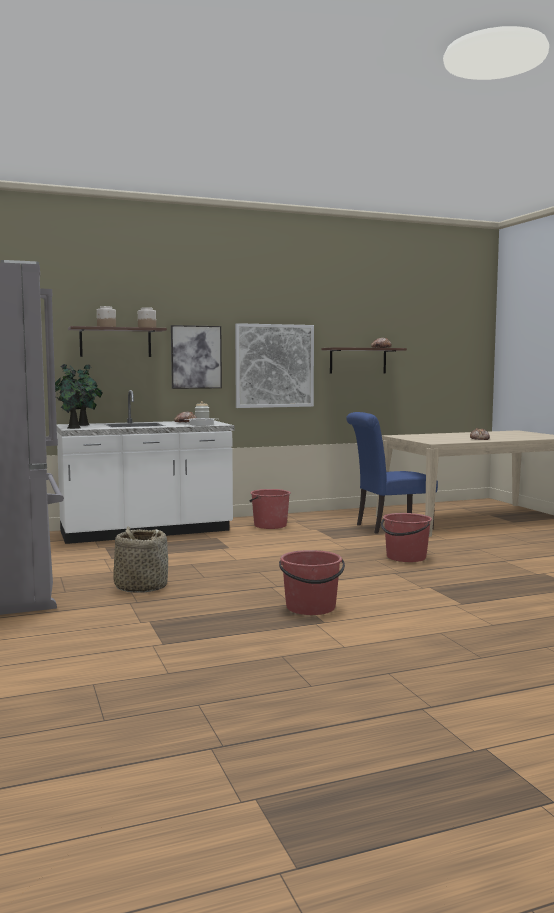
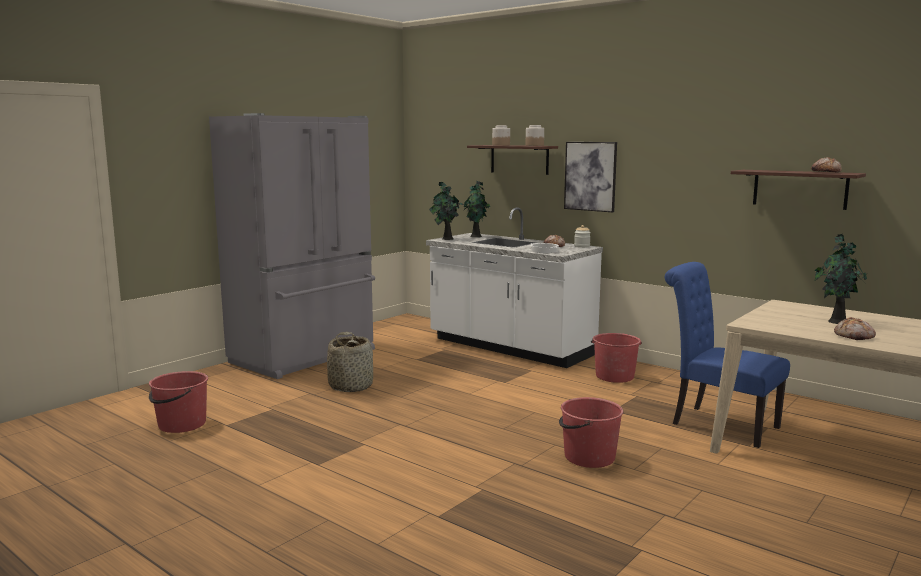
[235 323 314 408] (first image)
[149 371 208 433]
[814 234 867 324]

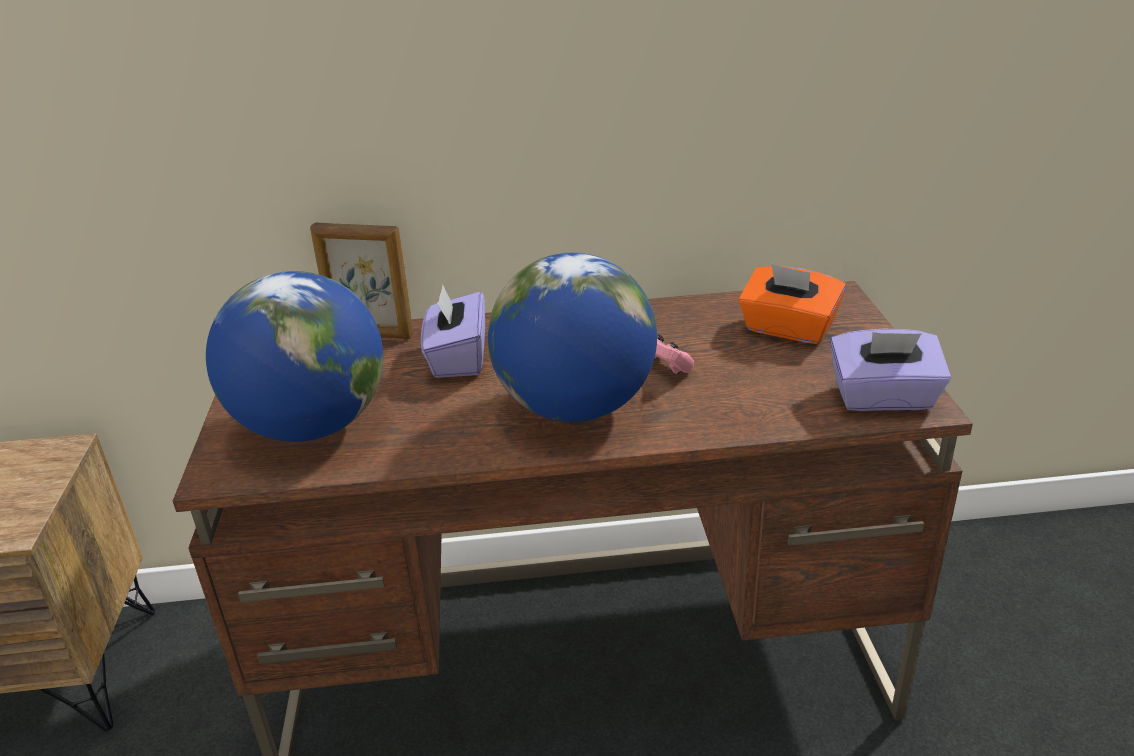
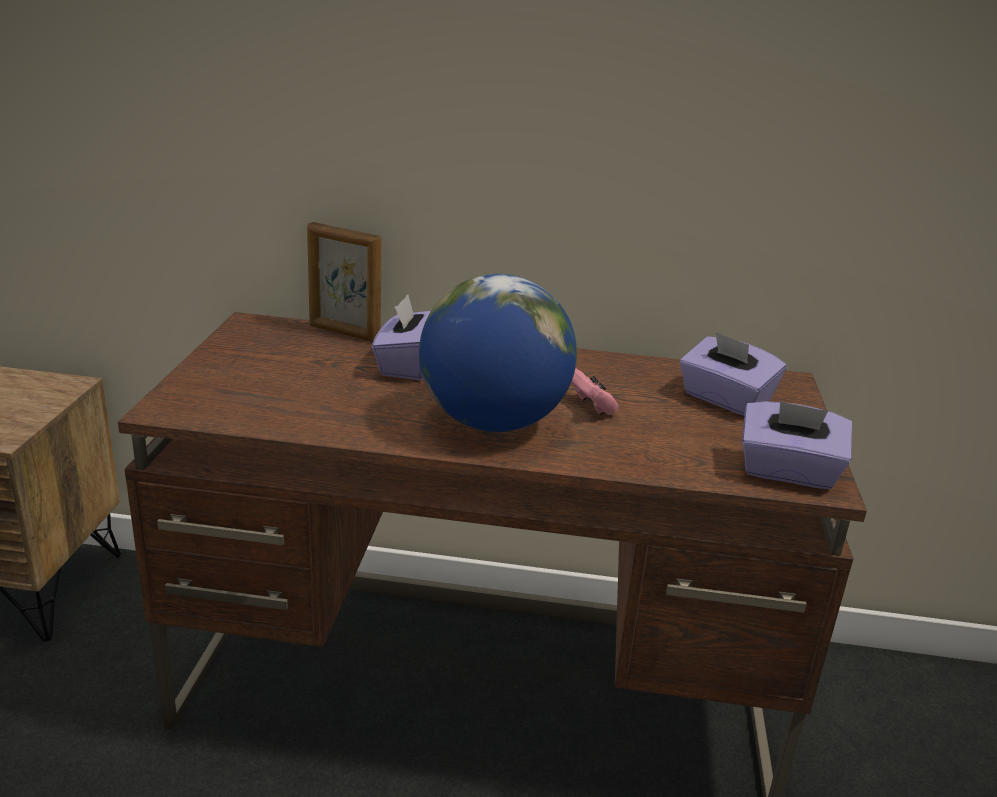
[680 331 786 416]
[206 271 383 442] (first image)

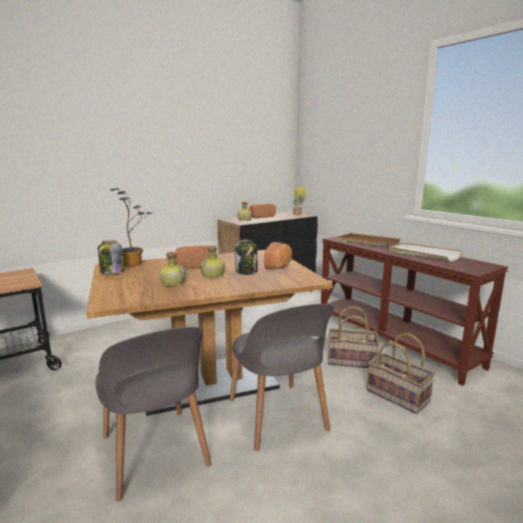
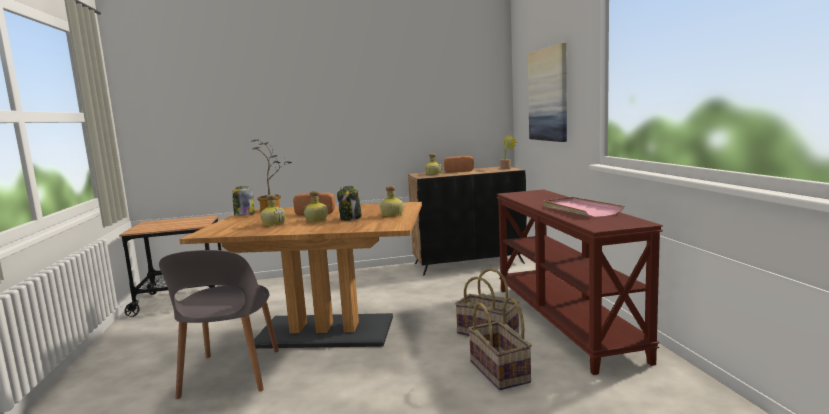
[338 233 400 248] (first image)
[380 186 404 217]
[544 197 624 217]
[229 304 334 451] (first image)
[528 43 567 142]

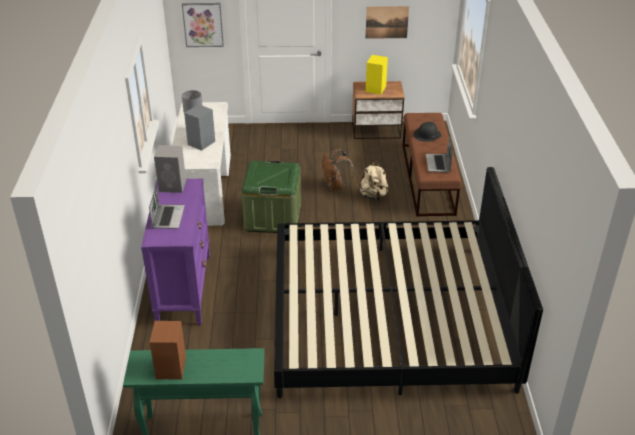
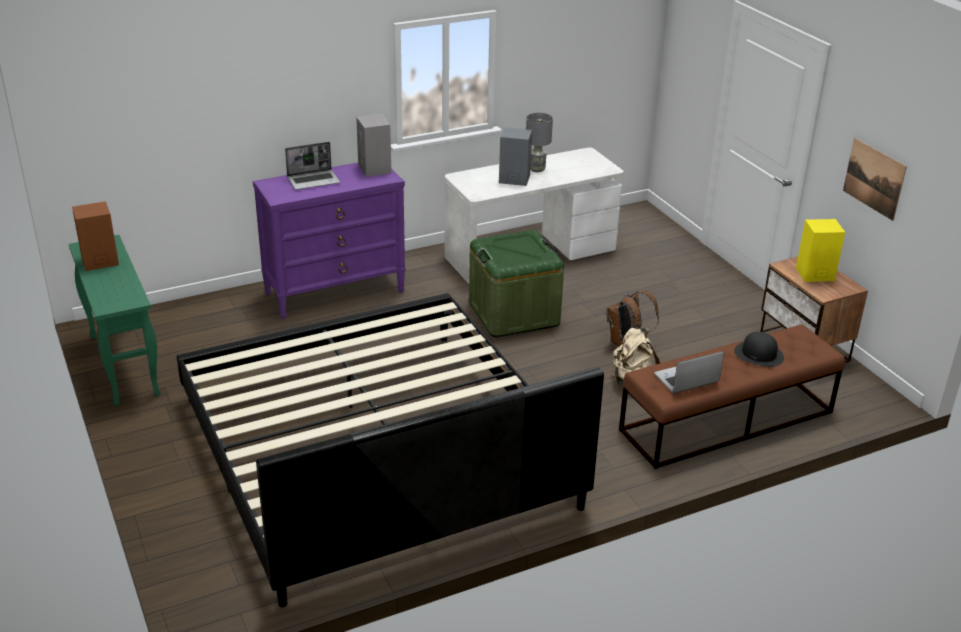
[182 3 224 47] (first image)

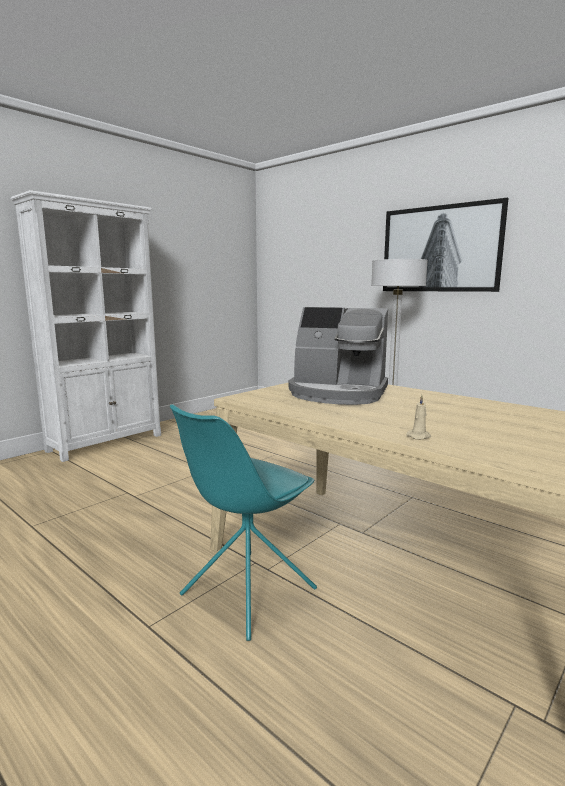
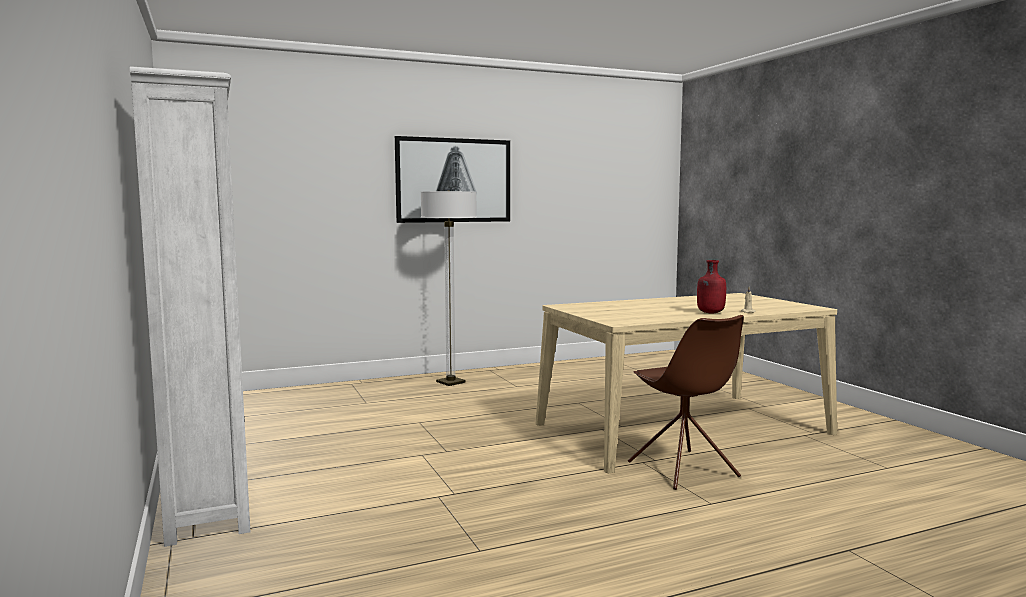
[289 307 388 405] (first image)
[628 315 744 490]
[697 260 726 313]

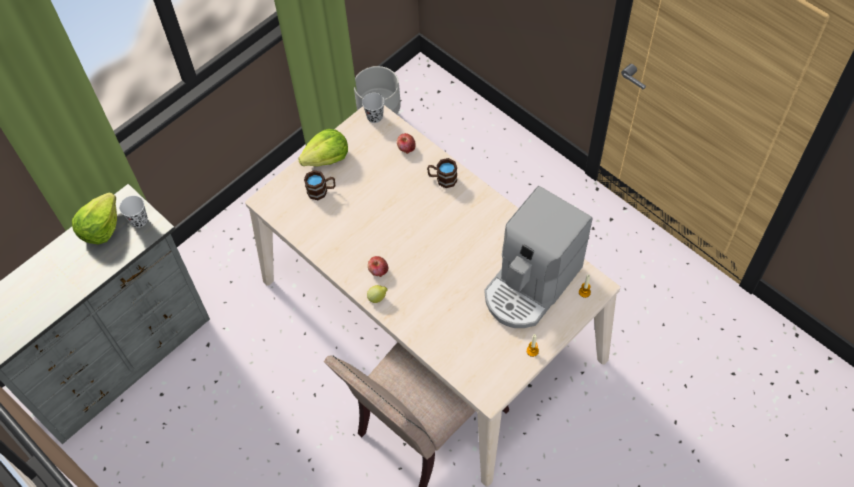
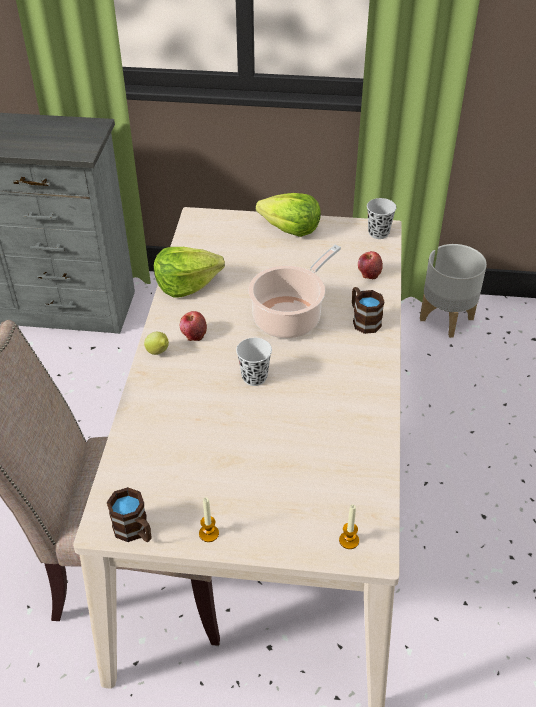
[107 487 152 542]
[484 186 592 328] (first image)
[154 247 225 298]
[236 338 272 386]
[248 244 341 339]

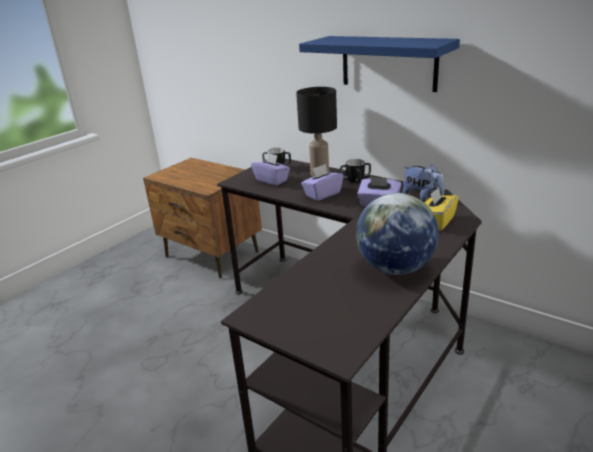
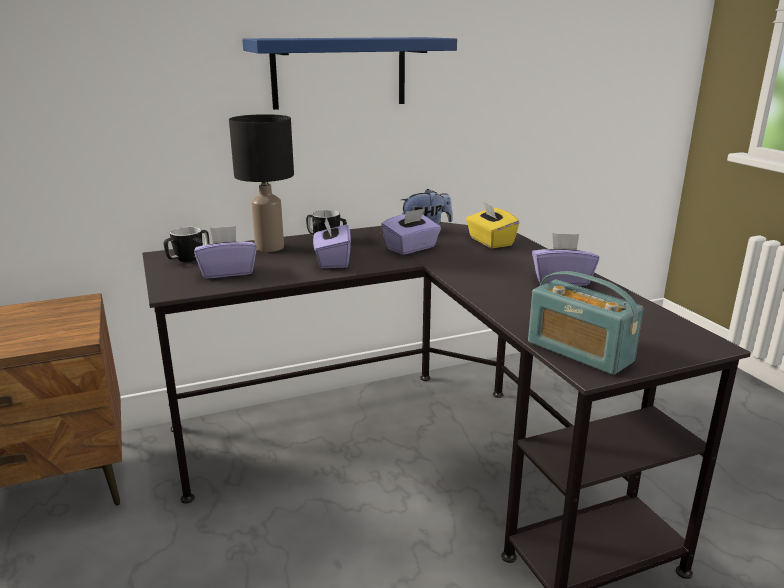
[532 233 599 286]
[528 271 644 375]

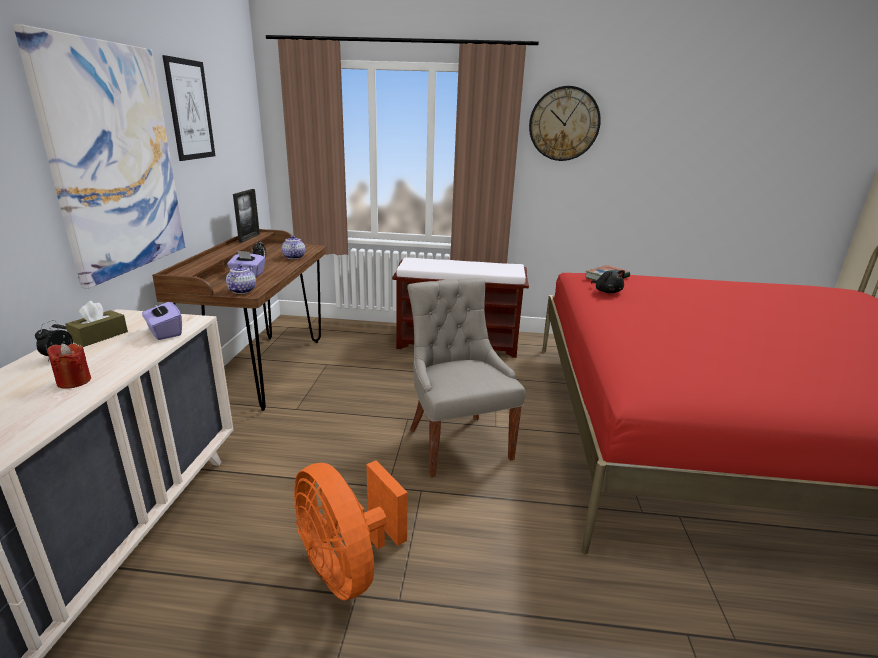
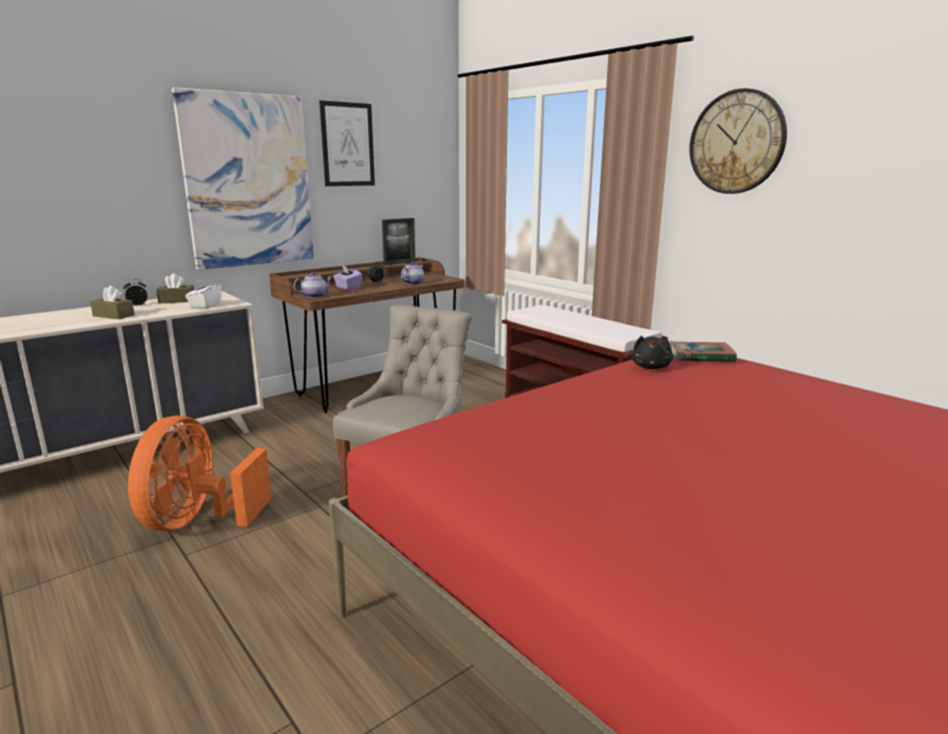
[185 278 221 309]
[90 286 135 319]

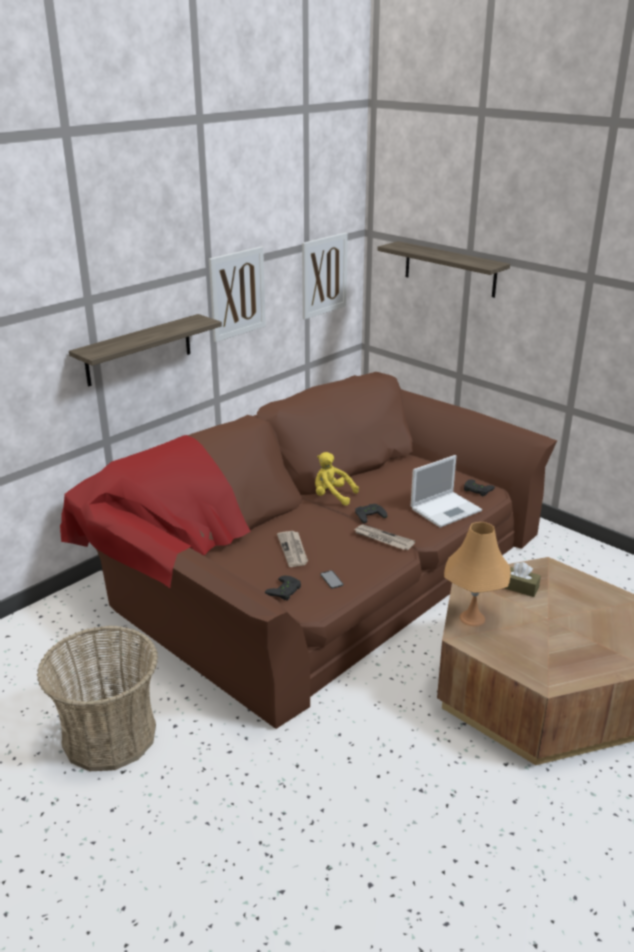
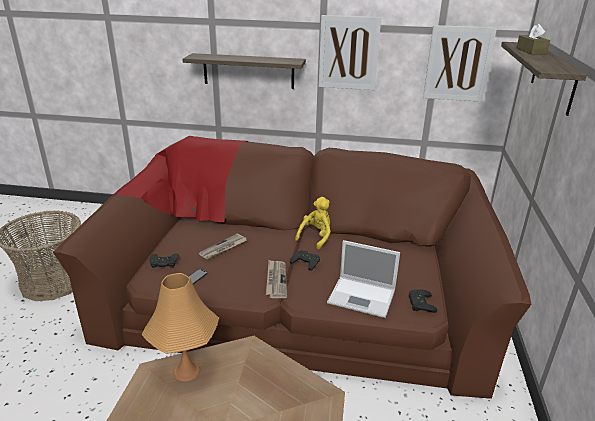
[295 197 331 250]
[516 24 550 54]

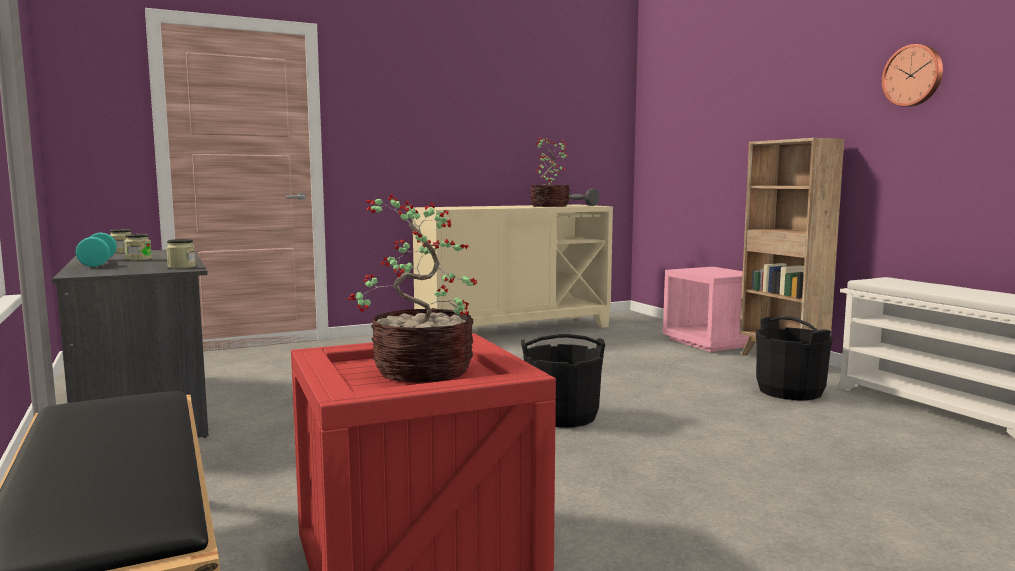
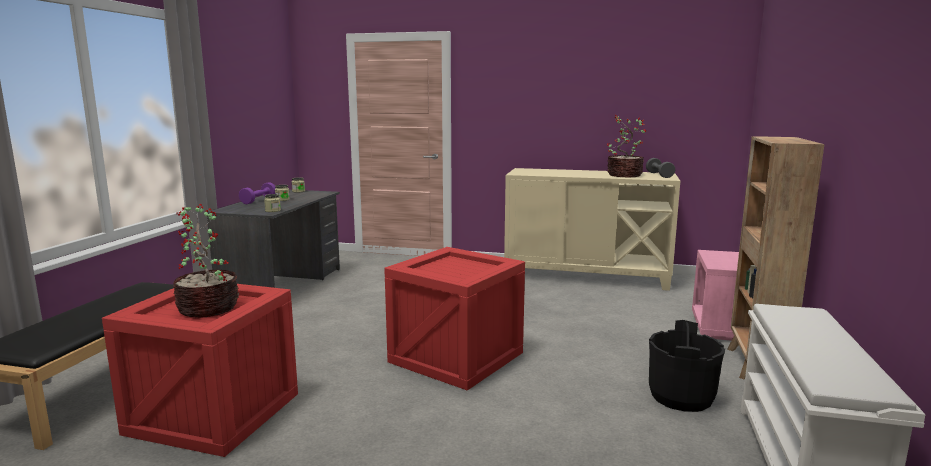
[882 44 943 107] (first image)
[239 182 276 204]
[384 247 525 390]

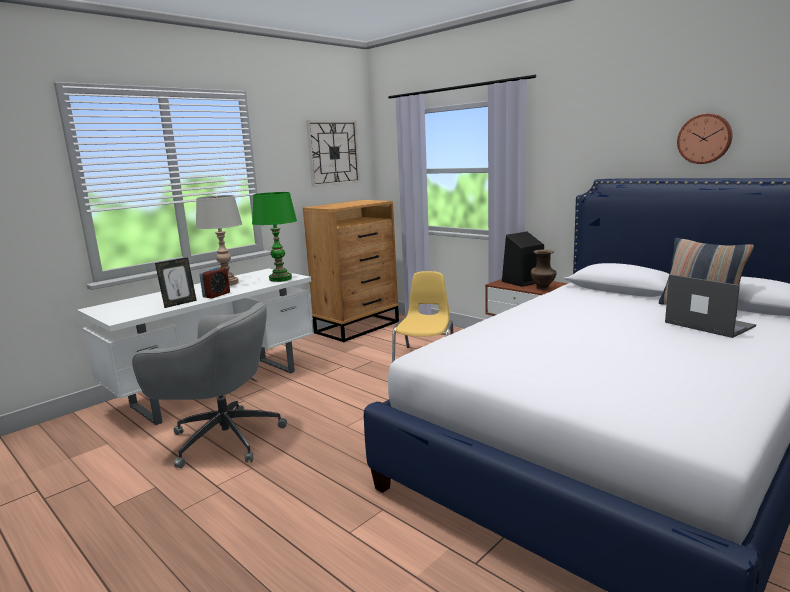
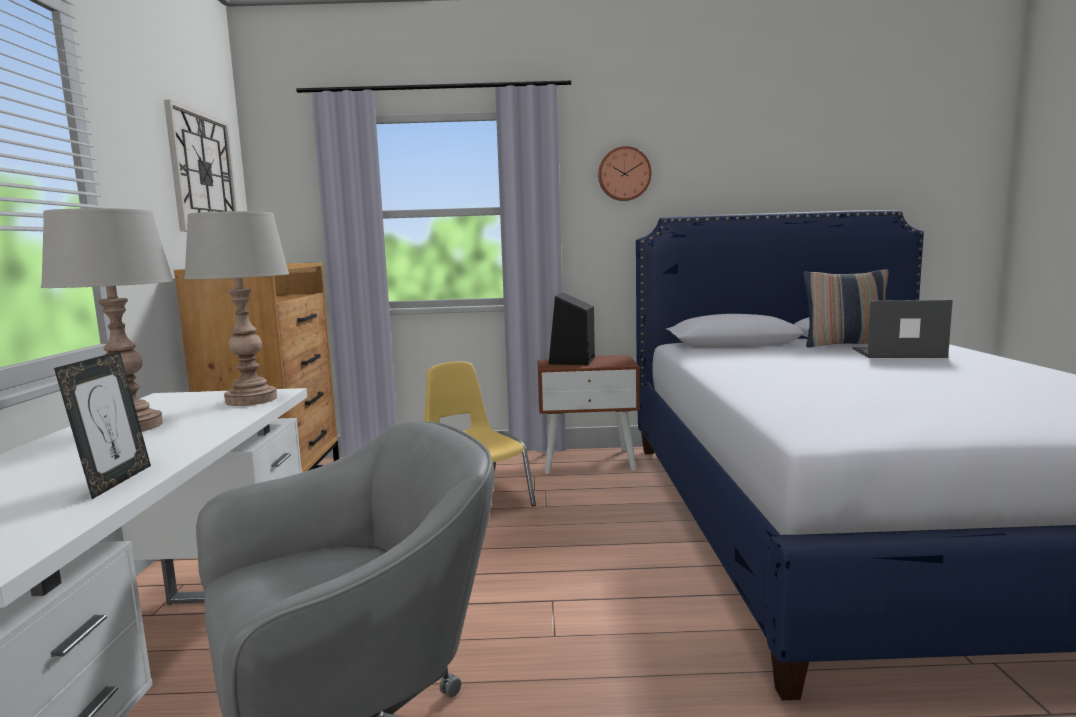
[598 146 652 201]
[184 211 289 406]
[531 249 557 290] (first image)
[199 267 230 298] (first image)

